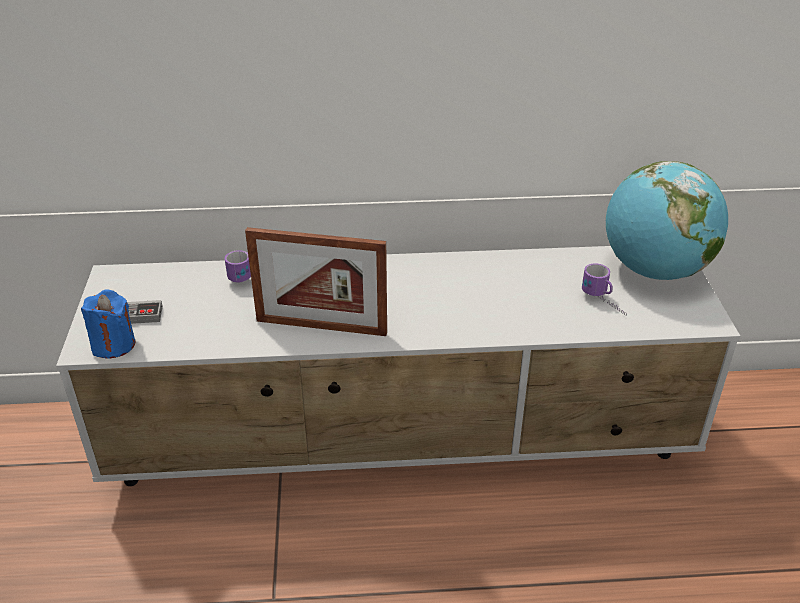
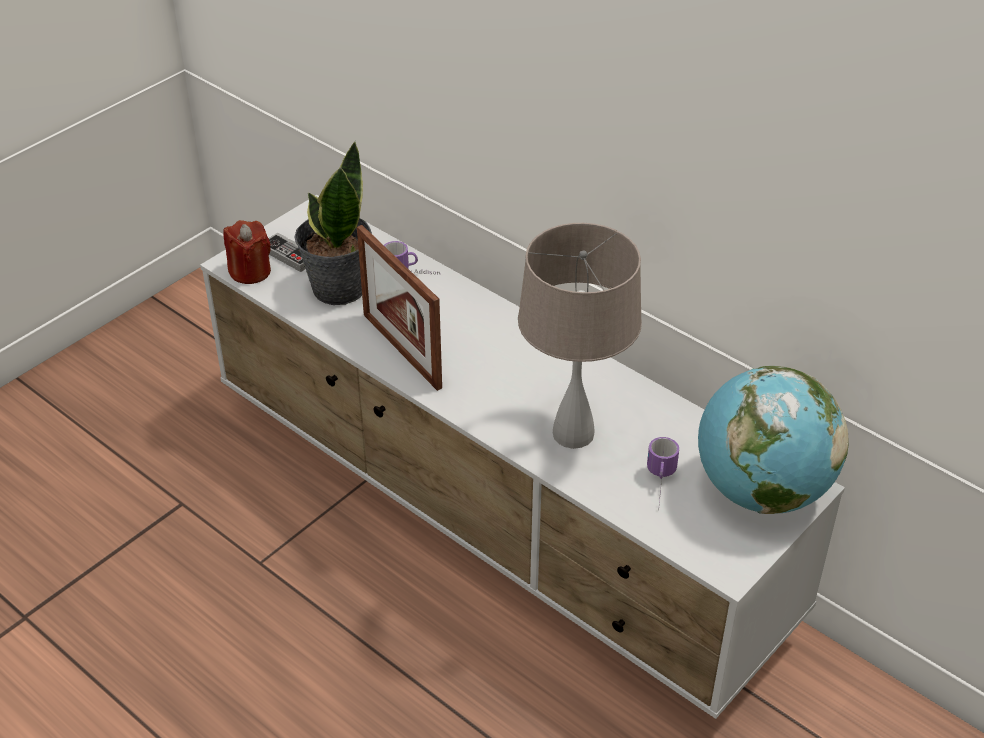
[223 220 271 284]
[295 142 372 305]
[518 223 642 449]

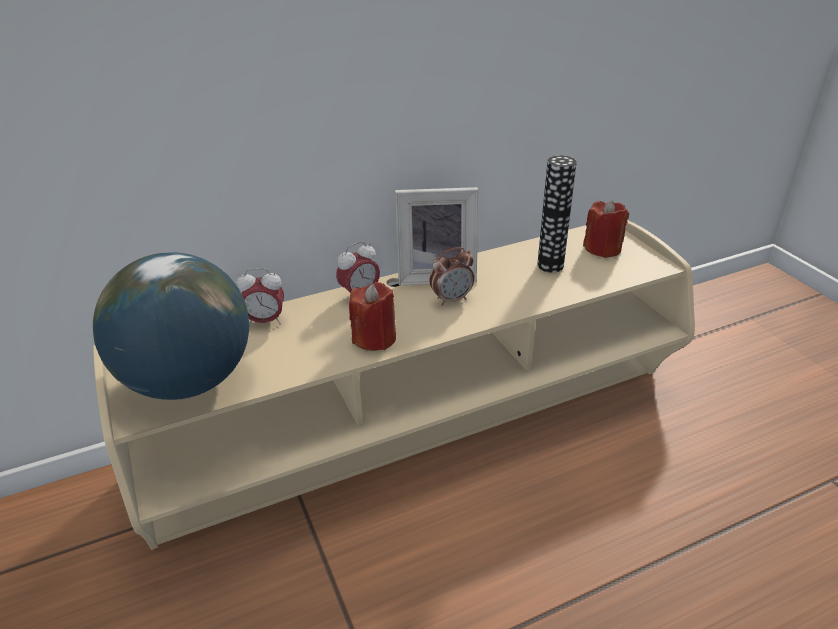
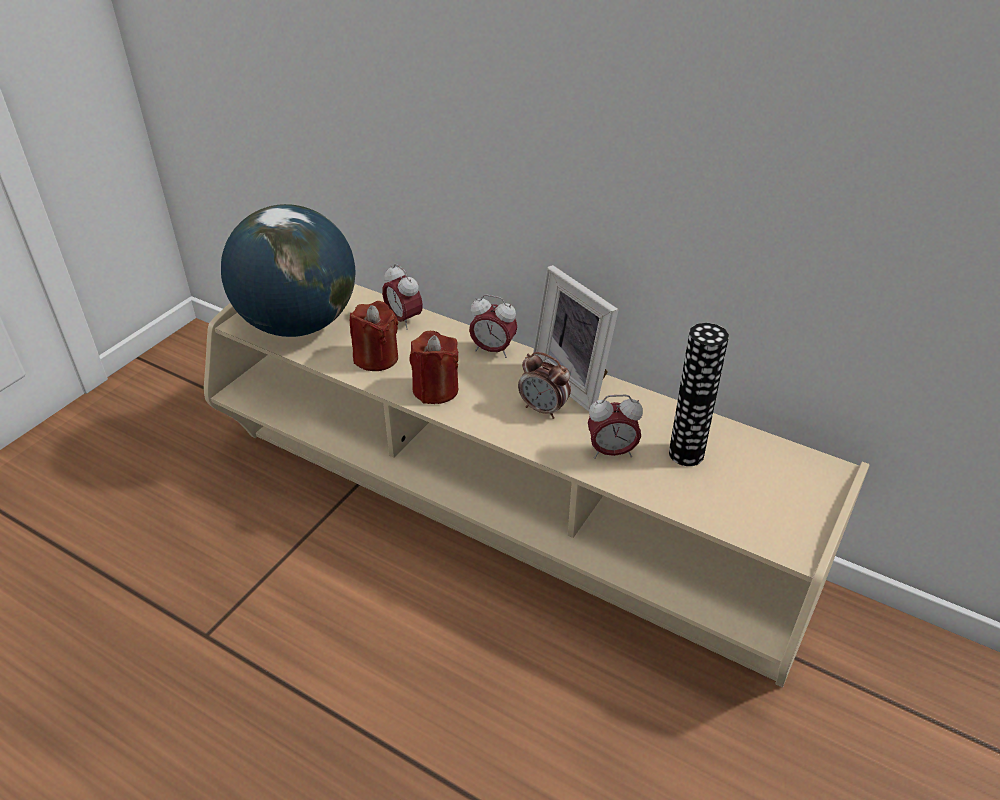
[350 301 398 371]
[588 395 643 459]

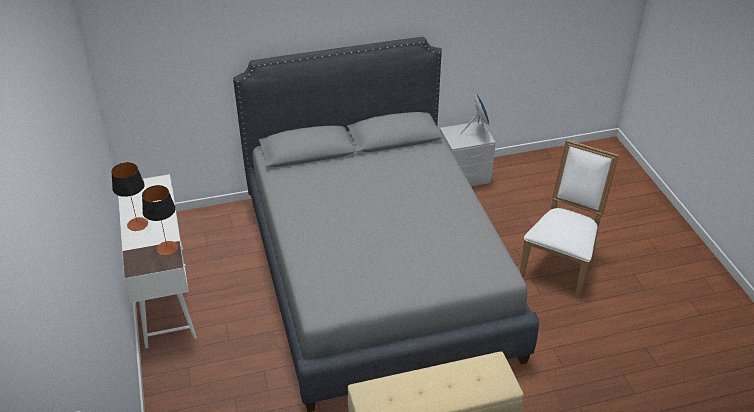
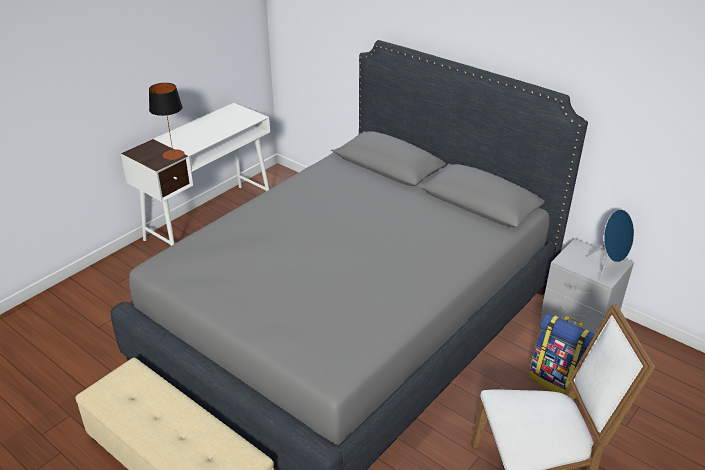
[111 162 148 231] (first image)
[529 313 595 400]

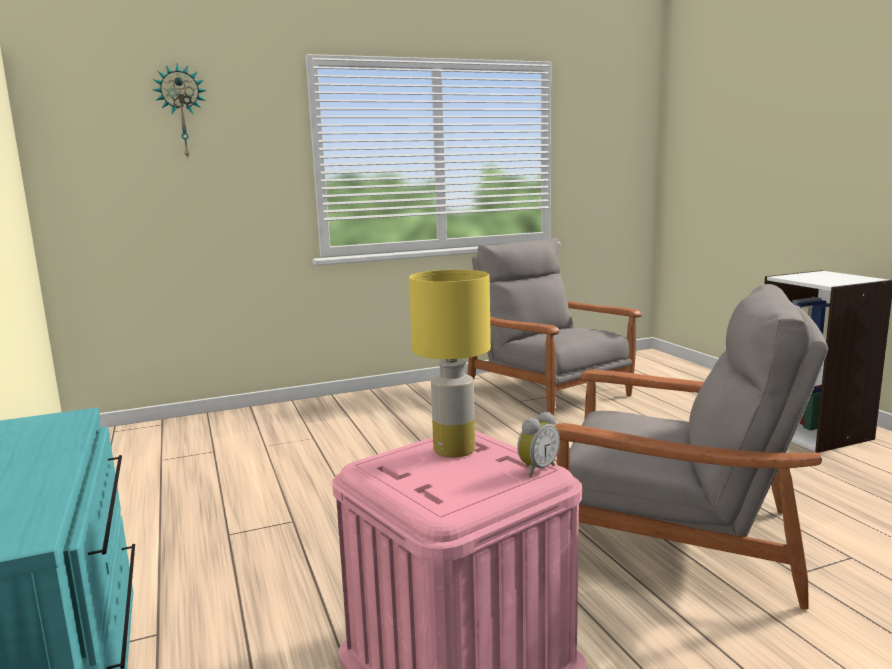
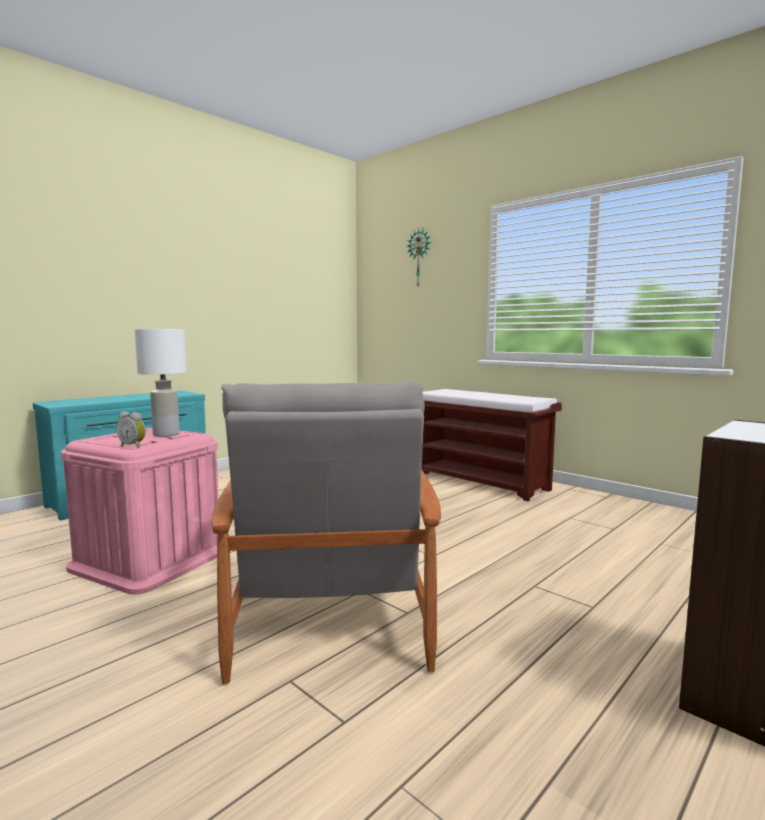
[468 238 642 416] (first image)
[135 329 187 437]
[422 389 562 501]

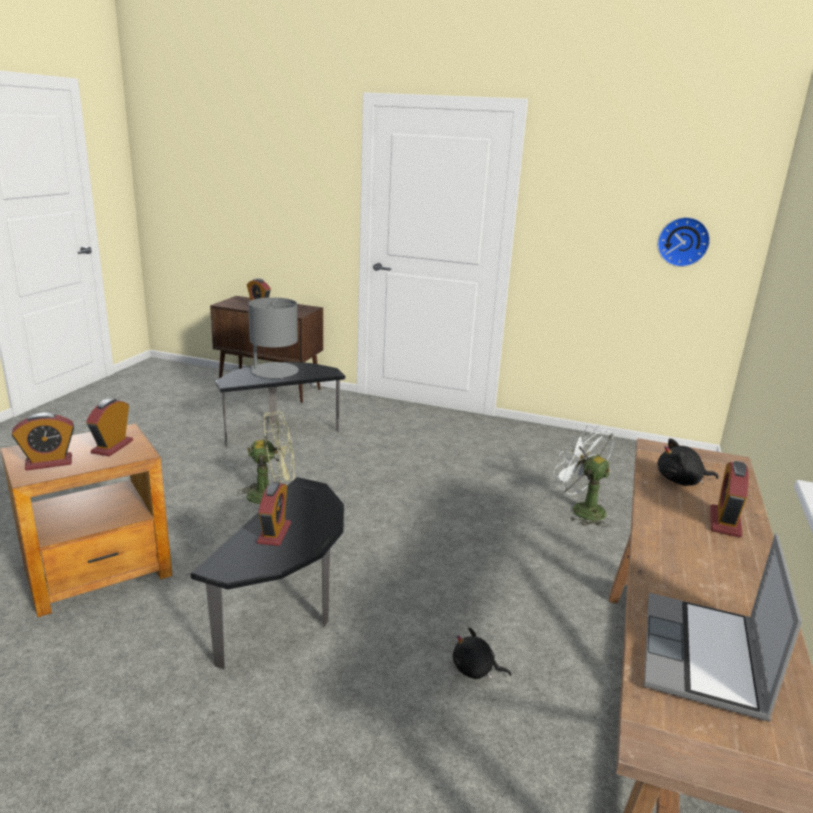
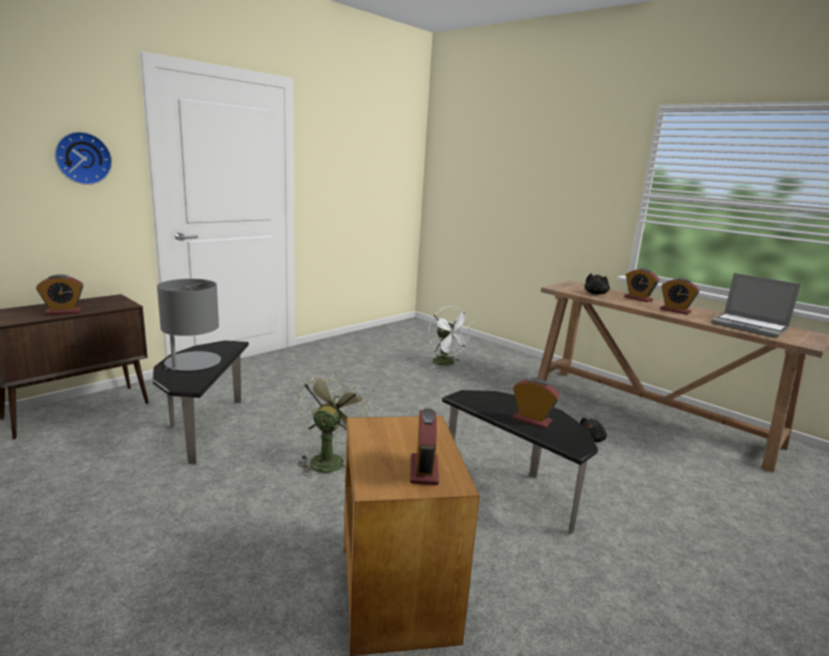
[55 132 112 185]
[660 278 700 315]
[428 306 474 367]

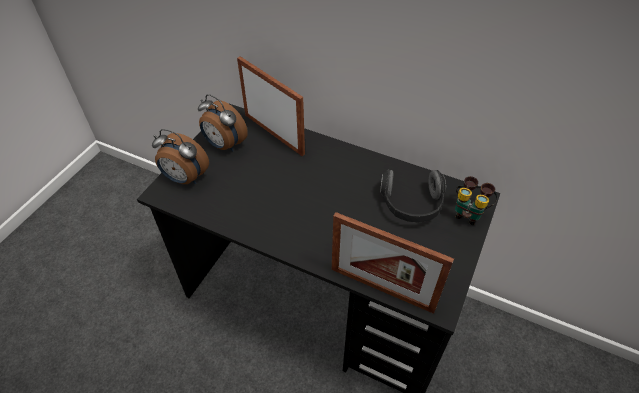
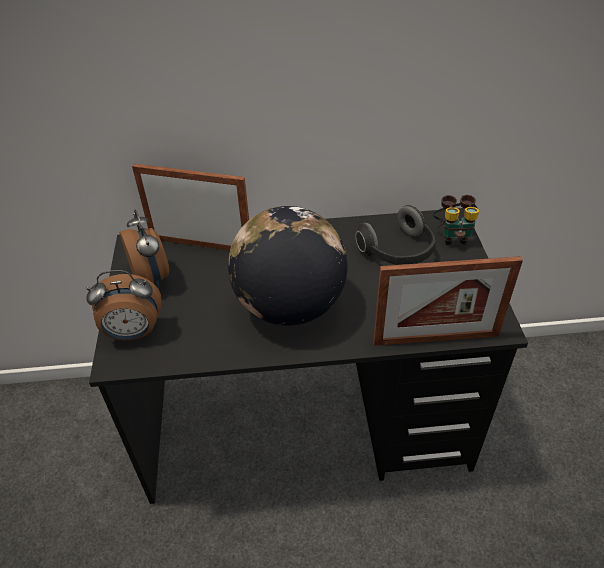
[120 210 169 289]
[228 206 348 326]

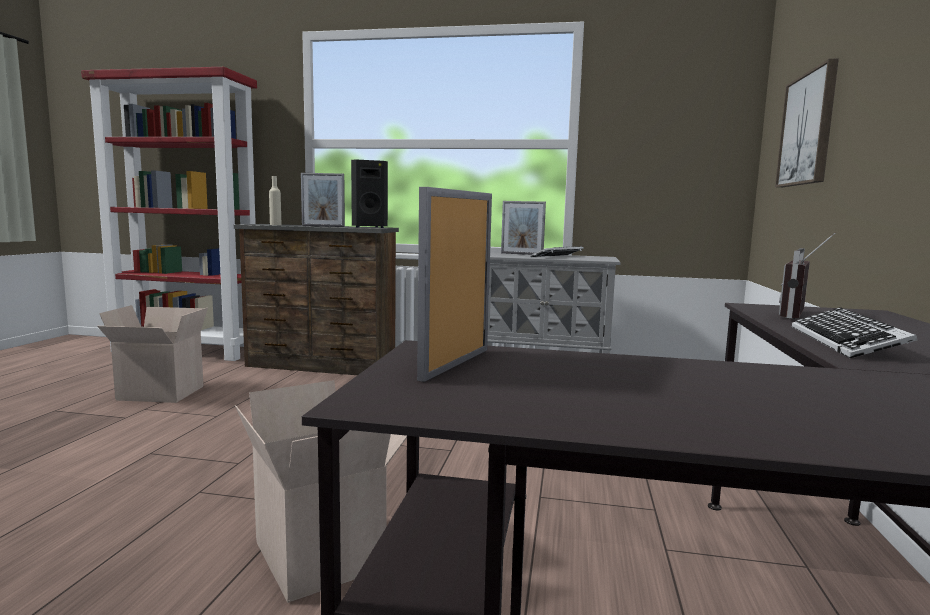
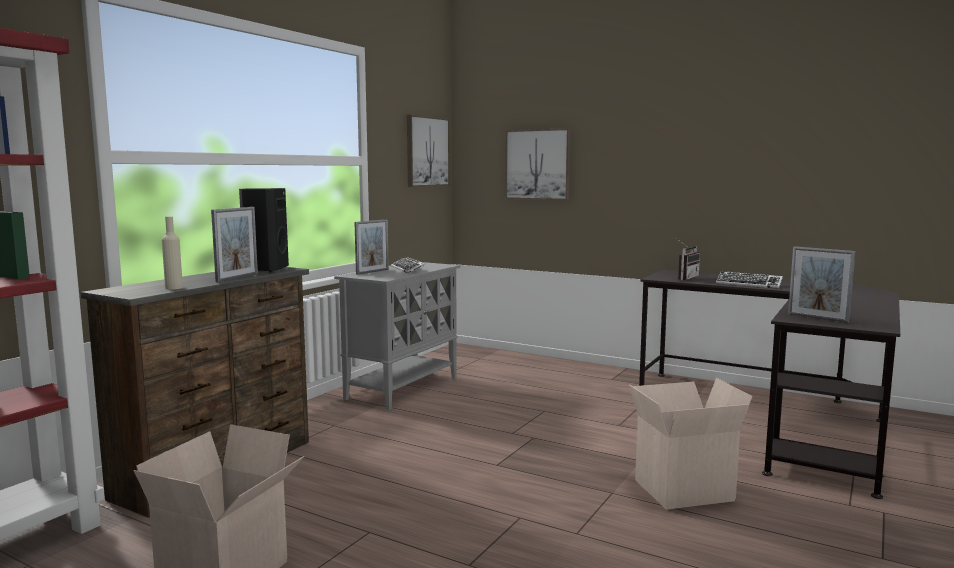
[676 238 700 281]
[407 115 450 187]

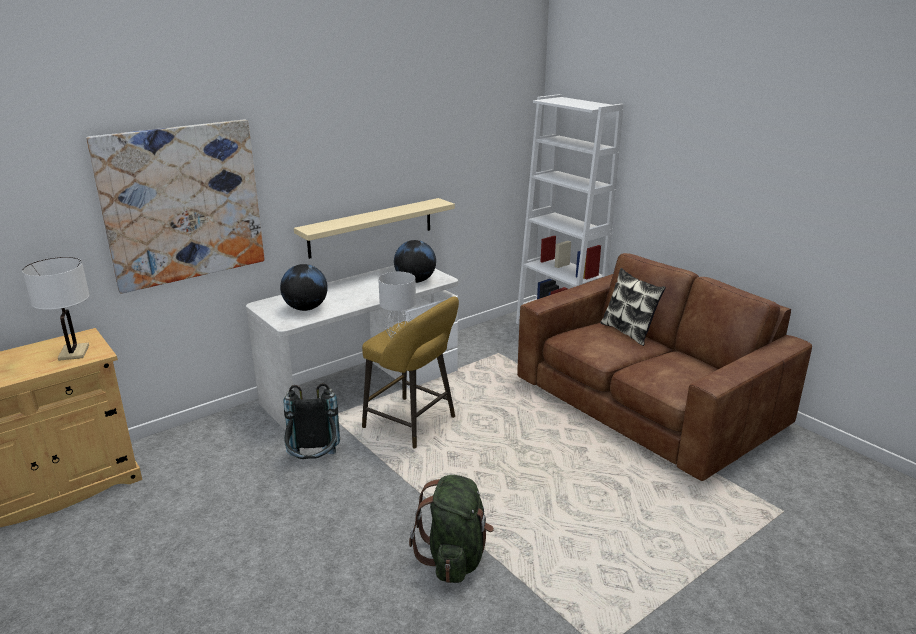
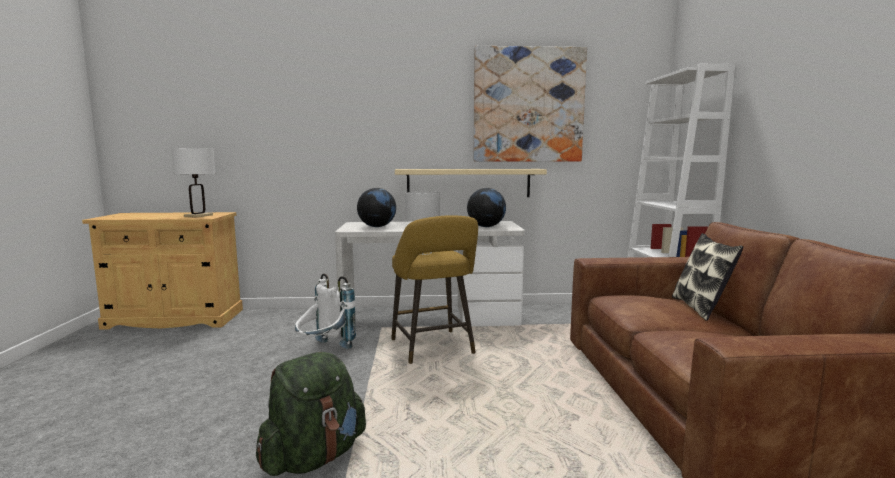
[473 46 587 162]
[295 274 356 349]

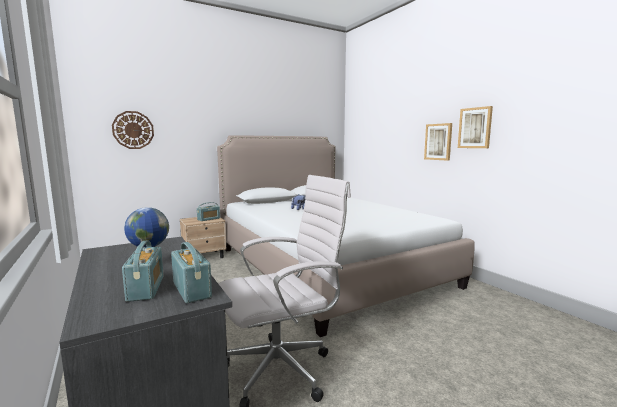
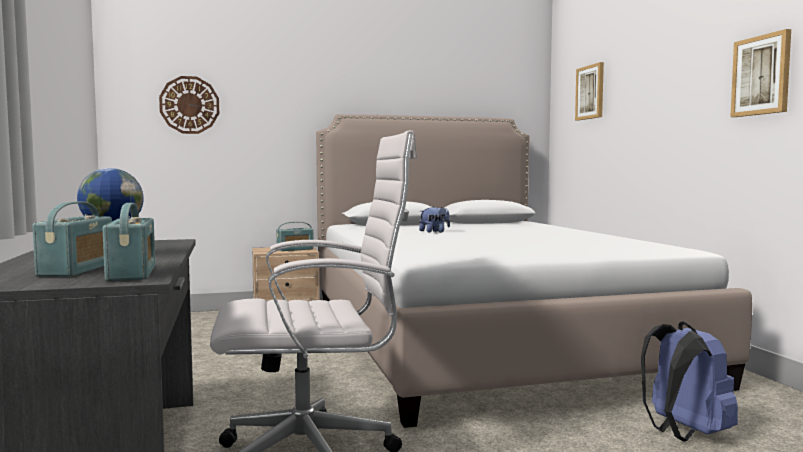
[575 62 604 121]
[641 321 738 442]

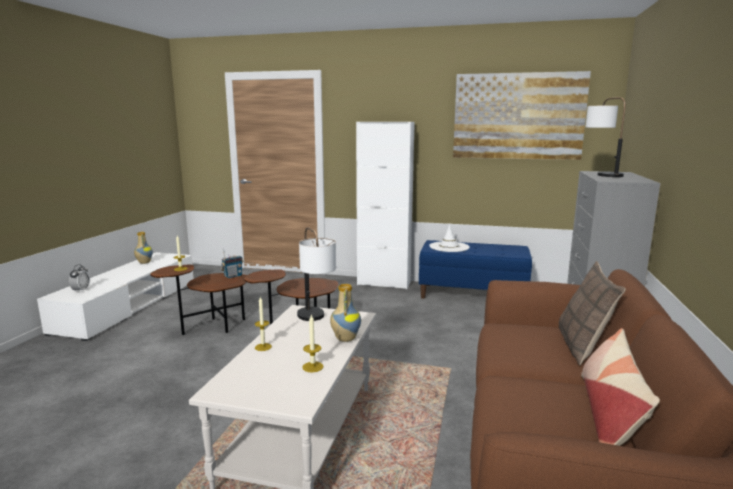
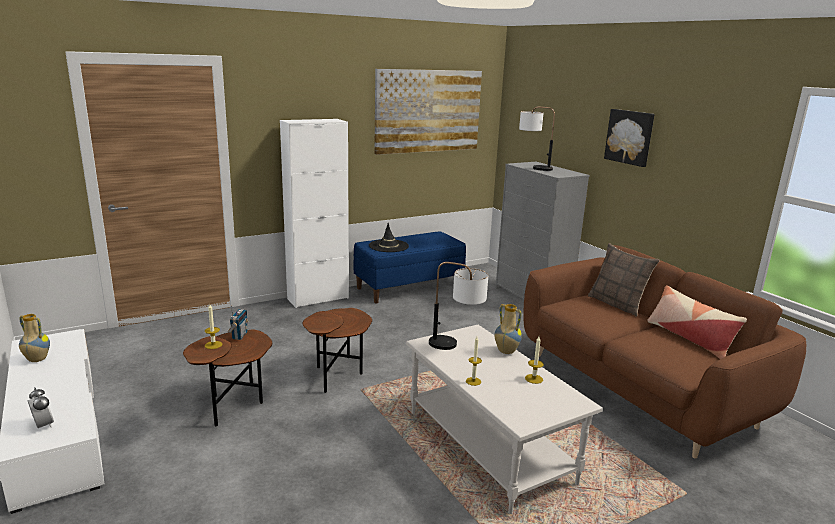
[369 223 409 252]
[604 109 654 167]

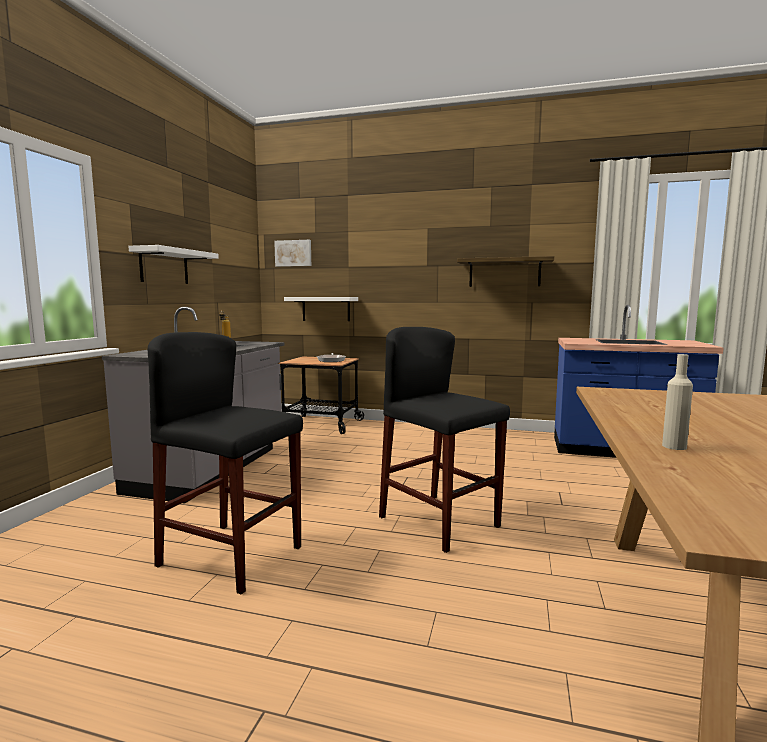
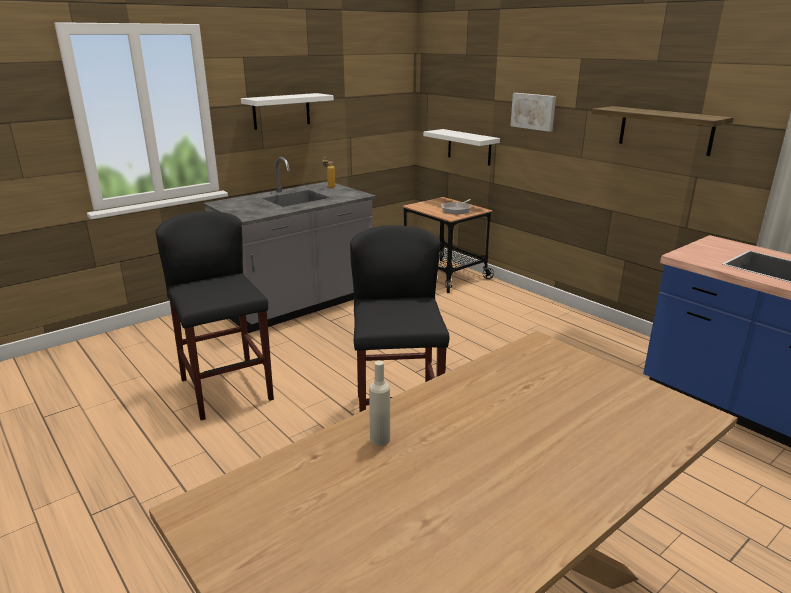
[510 93 556 132]

